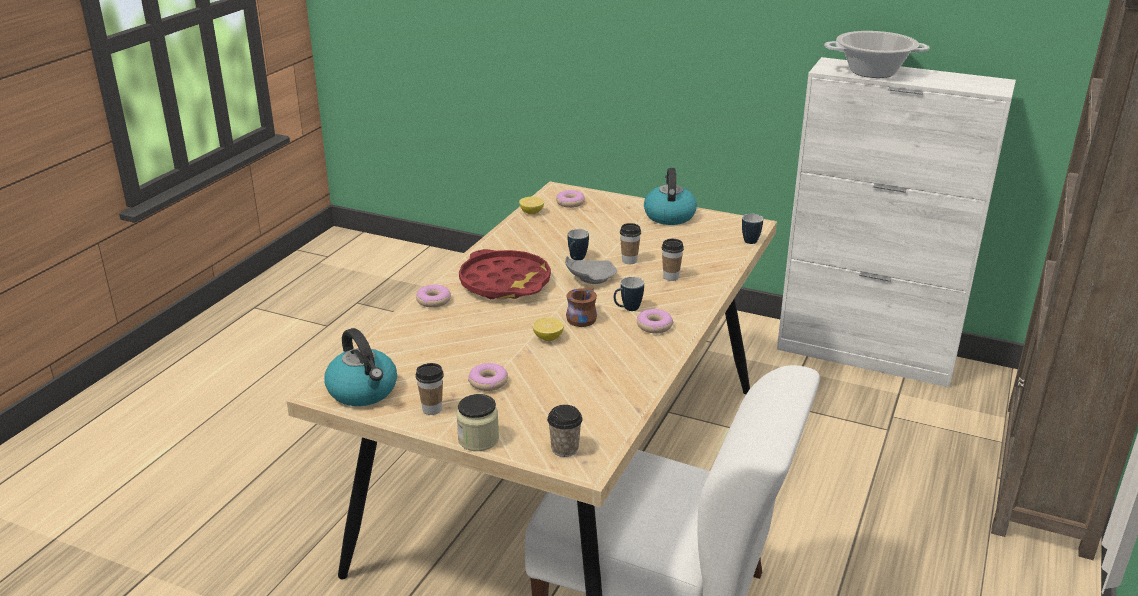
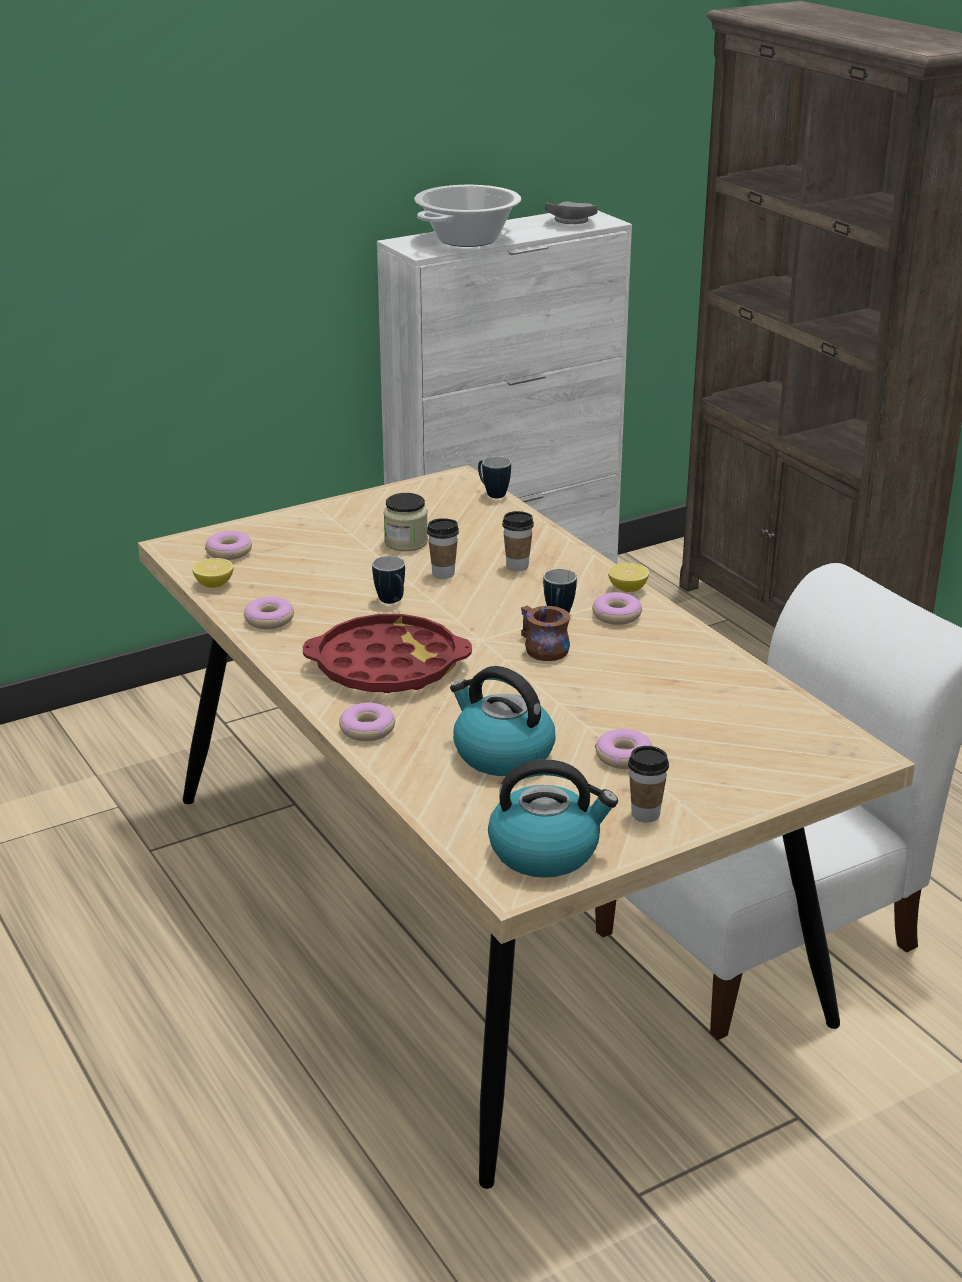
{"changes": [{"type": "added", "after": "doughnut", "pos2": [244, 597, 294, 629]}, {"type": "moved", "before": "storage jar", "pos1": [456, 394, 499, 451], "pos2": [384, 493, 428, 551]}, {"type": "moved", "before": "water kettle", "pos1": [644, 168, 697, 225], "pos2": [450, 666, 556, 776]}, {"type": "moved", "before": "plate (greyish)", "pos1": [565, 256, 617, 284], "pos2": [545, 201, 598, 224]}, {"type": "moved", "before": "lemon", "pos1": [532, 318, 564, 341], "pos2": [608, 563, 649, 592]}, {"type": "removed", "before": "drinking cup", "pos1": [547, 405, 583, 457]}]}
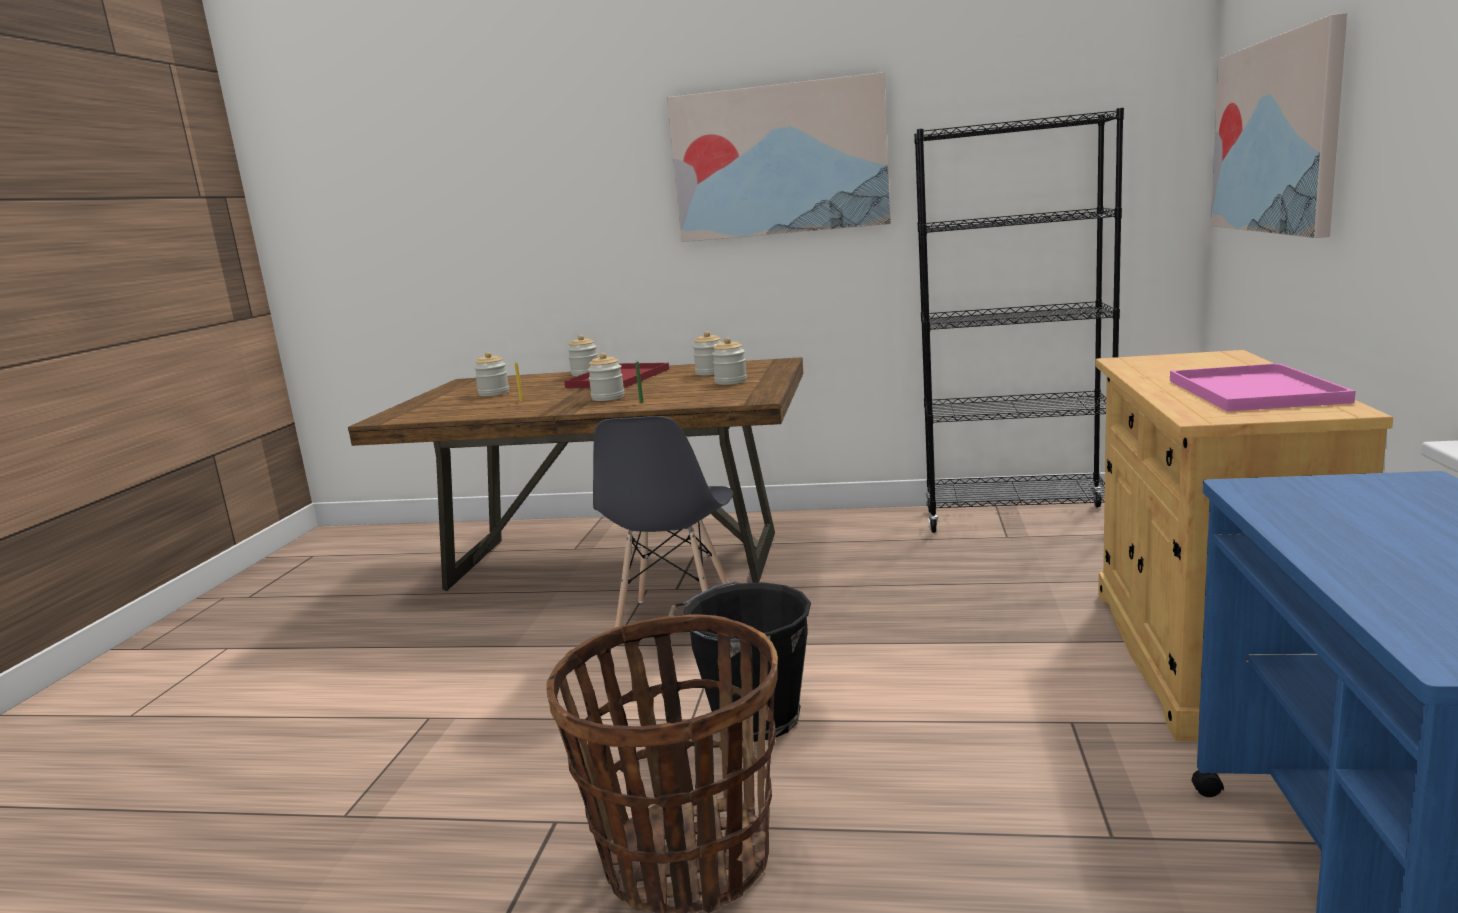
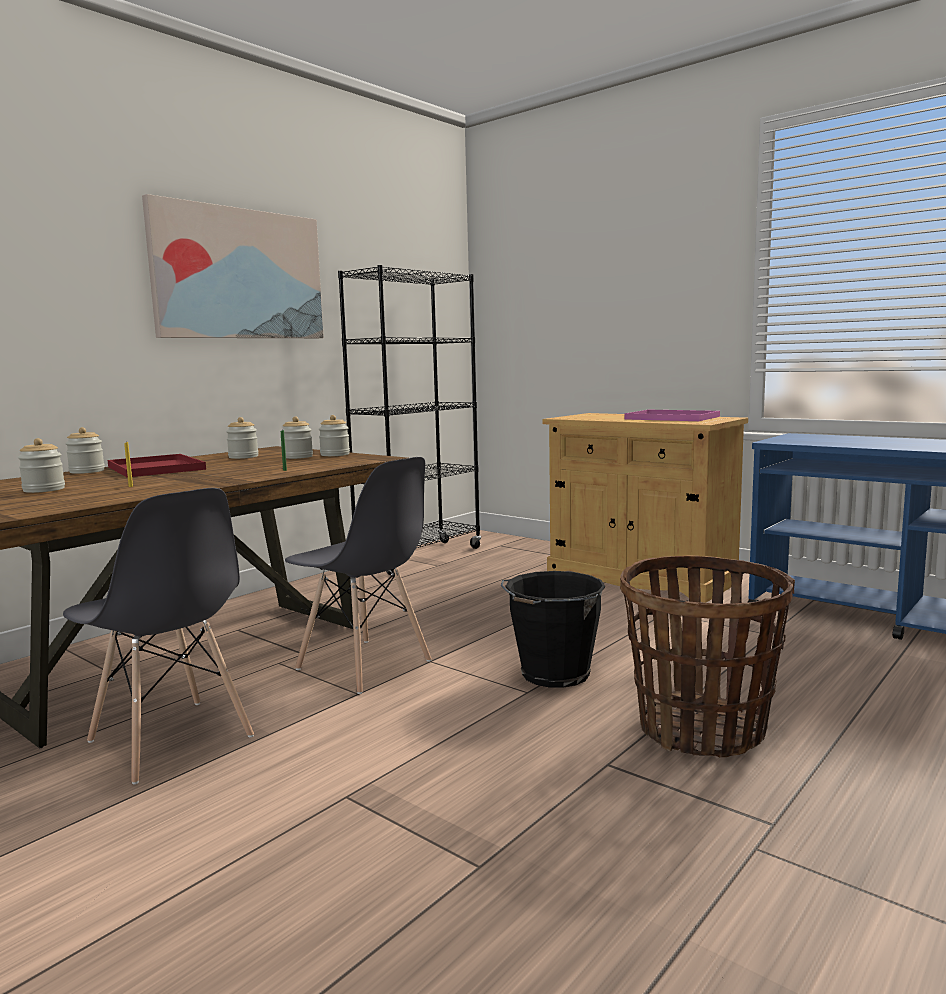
{"changes": [{"type": "added", "after": "plain chair (greyish)", "pos2": [63, 488, 254, 784]}, {"type": "moved", "before": "storage jar", "pos1": [588, 353, 625, 401], "pos2": [319, 415, 350, 456]}, {"type": "removed", "before": "wall art", "pos1": [1211, 13, 1347, 238]}]}
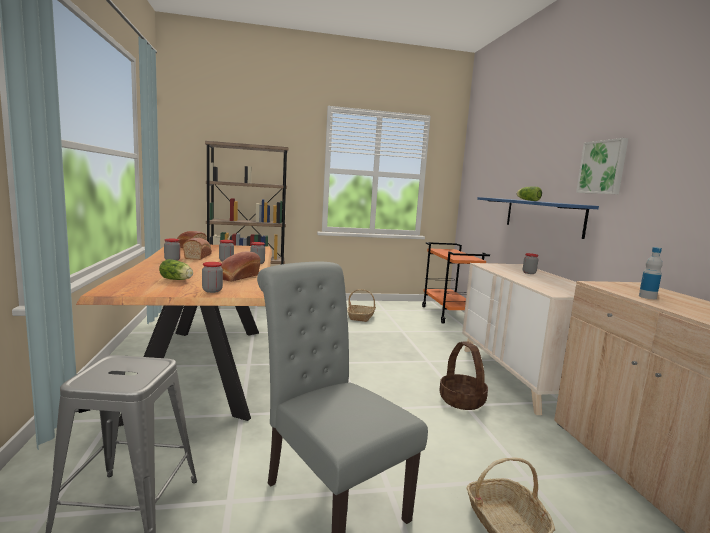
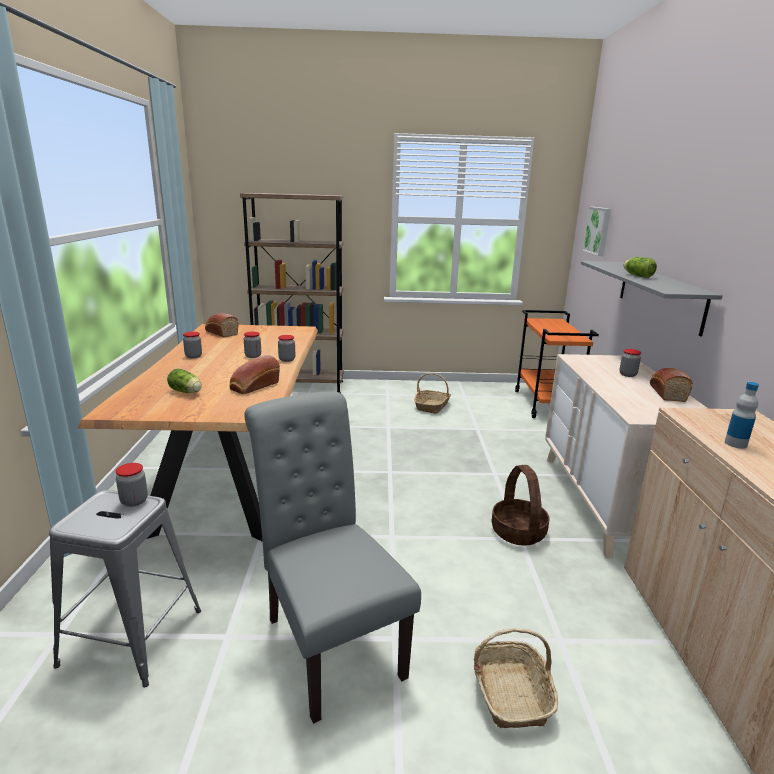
{"changes": [{"type": "moved", "before": "storage jar", "pos1": [202, 262, 223, 293], "pos2": [116, 463, 148, 507]}, {"type": "recoloured", "before": "wall shelf (bluish)", "after": "wall shelf (greyish)", "pos1": [477, 197, 599, 239], "pos2": [581, 261, 723, 336]}, {"type": "moved", "before": "wall art", "pos1": [576, 138, 628, 194], "pos2": [582, 207, 611, 256]}, {"type": "moved", "before": "baked bread", "pos1": [183, 238, 212, 260], "pos2": [650, 368, 693, 402]}]}
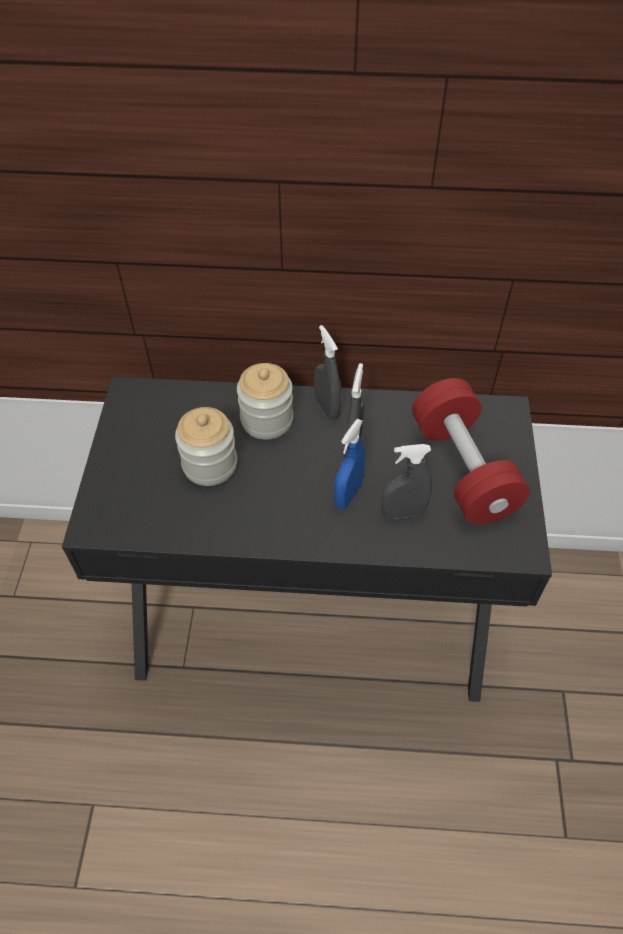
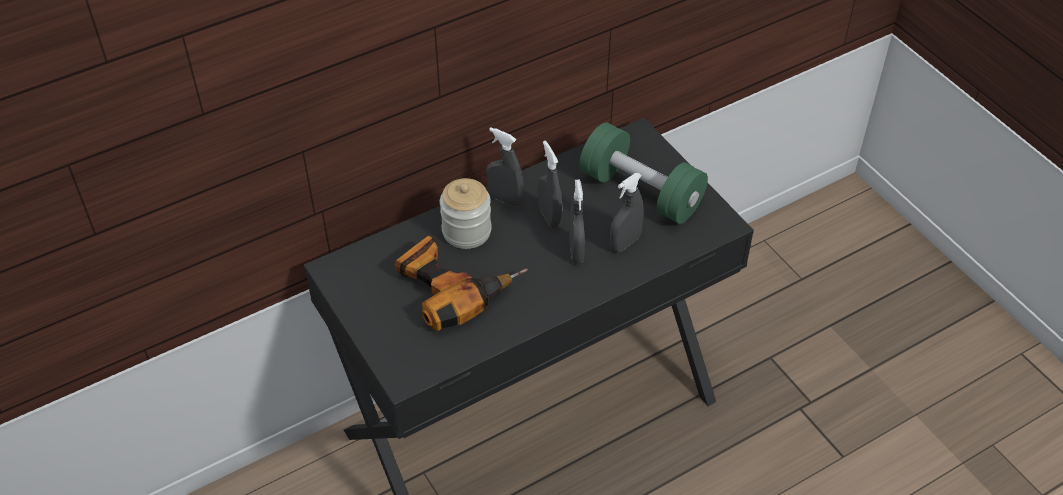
{"changes": [{"type": "replaced", "before": "storage jar", "after": "drill", "pos1": [175, 407, 237, 486], "pos2": [395, 236, 528, 331]}, {"type": "recoloured", "before": "sprayer (bluish)", "after": "sprayer (greyish)", "pos1": [334, 419, 365, 509], "pos2": [569, 179, 585, 264]}, {"type": "recoloured", "before": "dumbbell (red)", "after": "dumbbell (green-coloured)", "pos1": [412, 378, 530, 525], "pos2": [580, 122, 708, 224]}]}
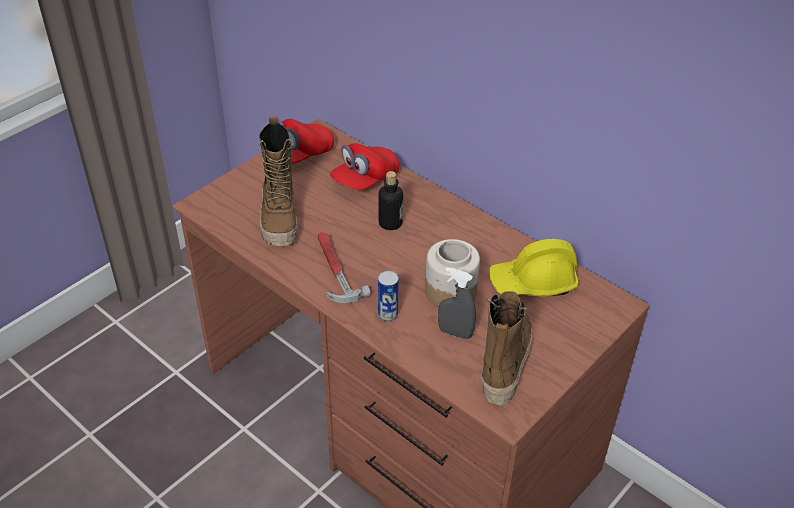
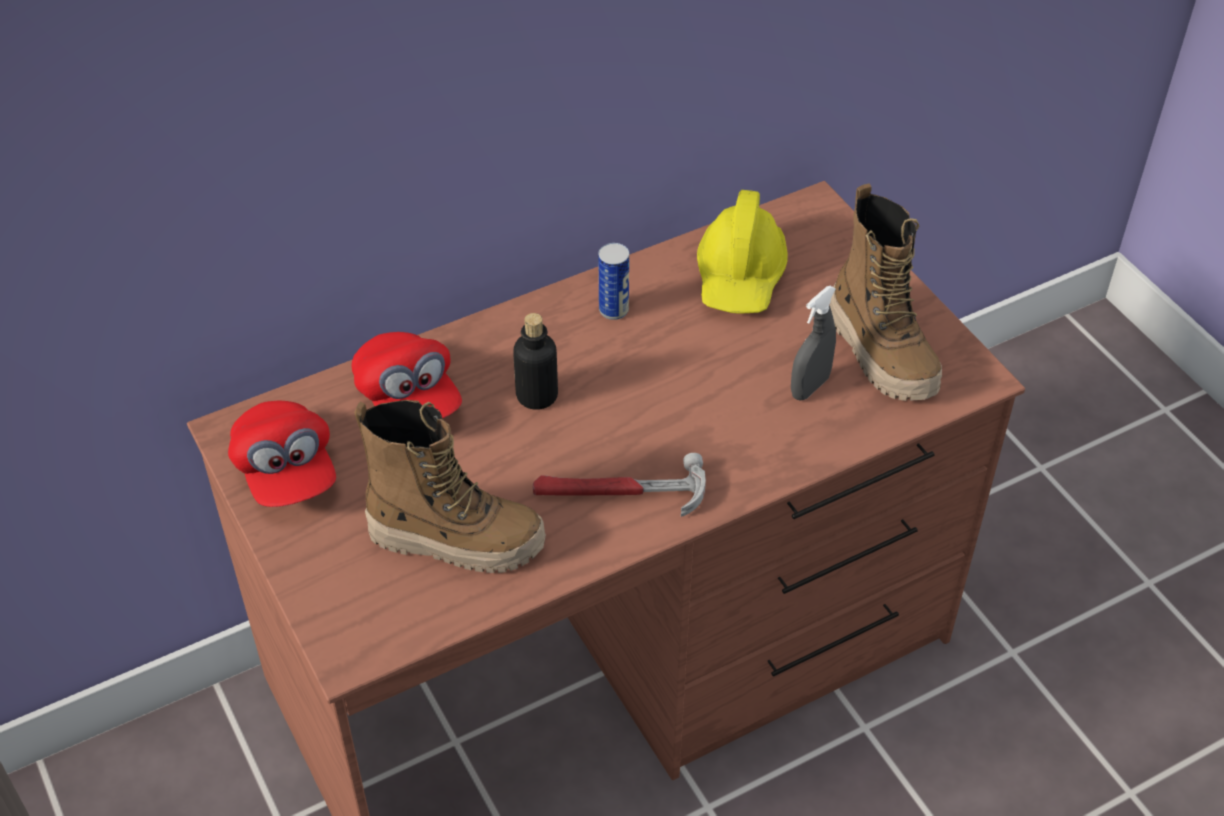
{"changes": [{"type": "moved", "before": "metal can", "pos1": [378, 271, 399, 321], "pos2": [598, 243, 629, 320]}, {"type": "turned", "before": "boot", "pos1": [481, 291, 532, 406], "pos2": [830, 183, 942, 401], "turn": -150}, {"type": "removed", "before": "storage jar", "pos1": [425, 239, 480, 307]}]}
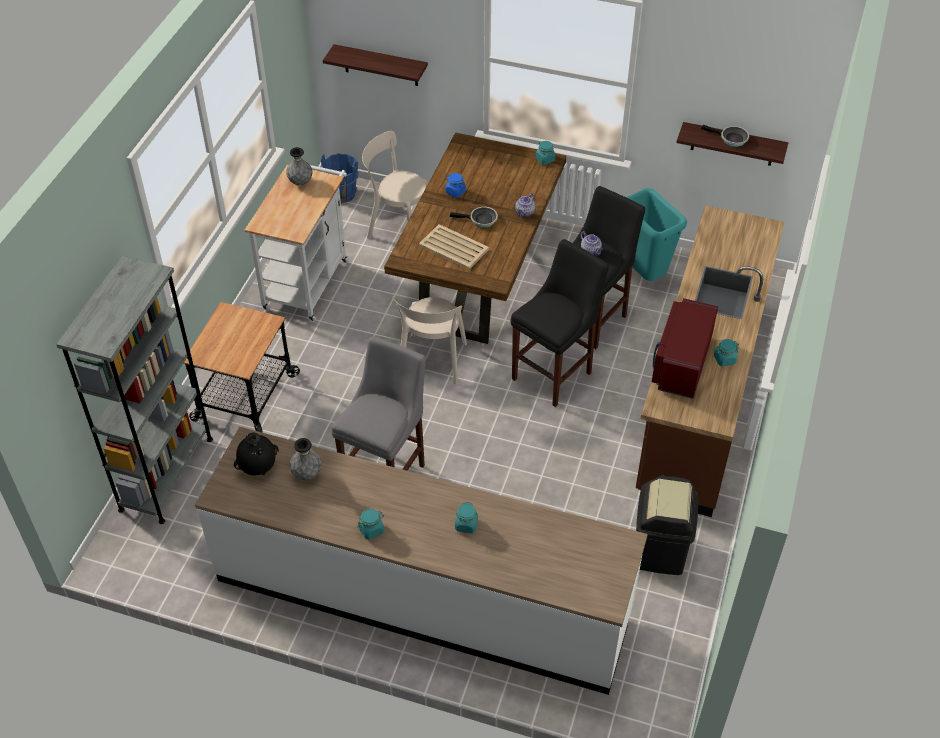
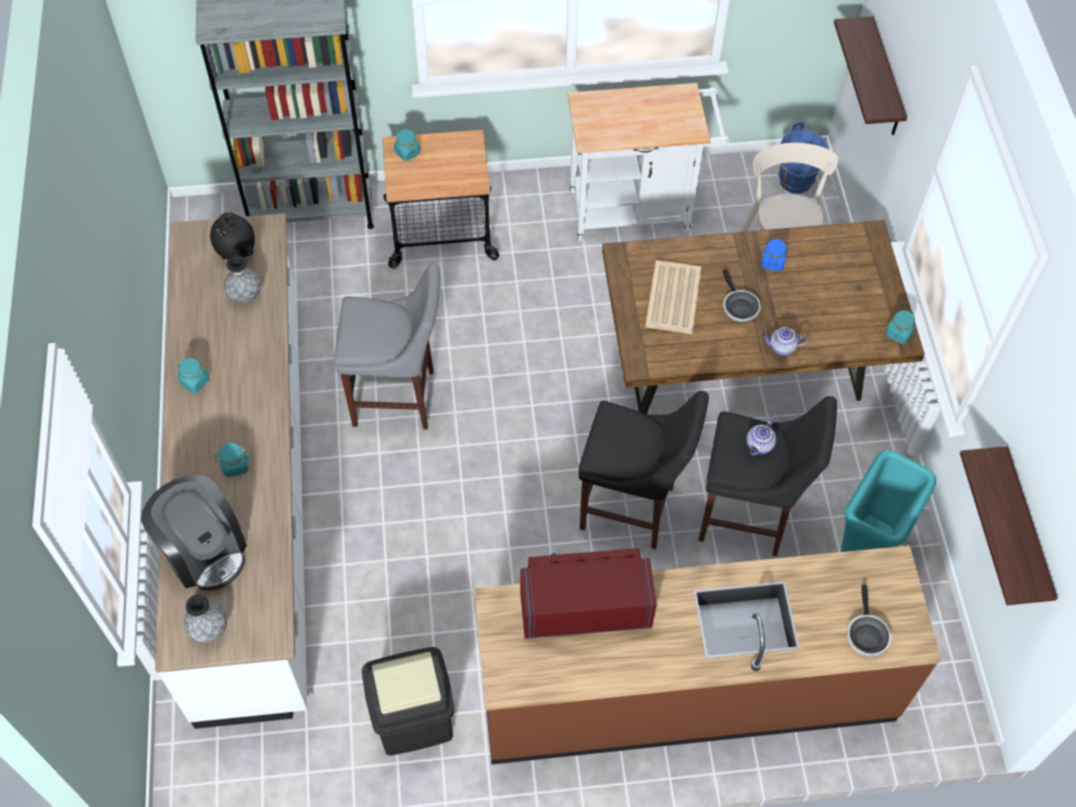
{"changes": [{"type": "added", "after": "coffee maker", "pos2": [141, 475, 247, 591]}, {"type": "moved", "before": "decorative vase (greyish)", "pos1": [286, 147, 312, 185], "pos2": [184, 595, 227, 643]}, {"type": "moved", "before": "storage jar (turquoise-coloured)", "pos1": [714, 339, 739, 367], "pos2": [394, 129, 420, 161]}, {"type": "moved", "before": "frying pan", "pos1": [701, 125, 749, 147], "pos2": [847, 585, 891, 657]}, {"type": "removed", "before": "plain chair (sand-coloured)", "pos1": [392, 297, 467, 385]}]}
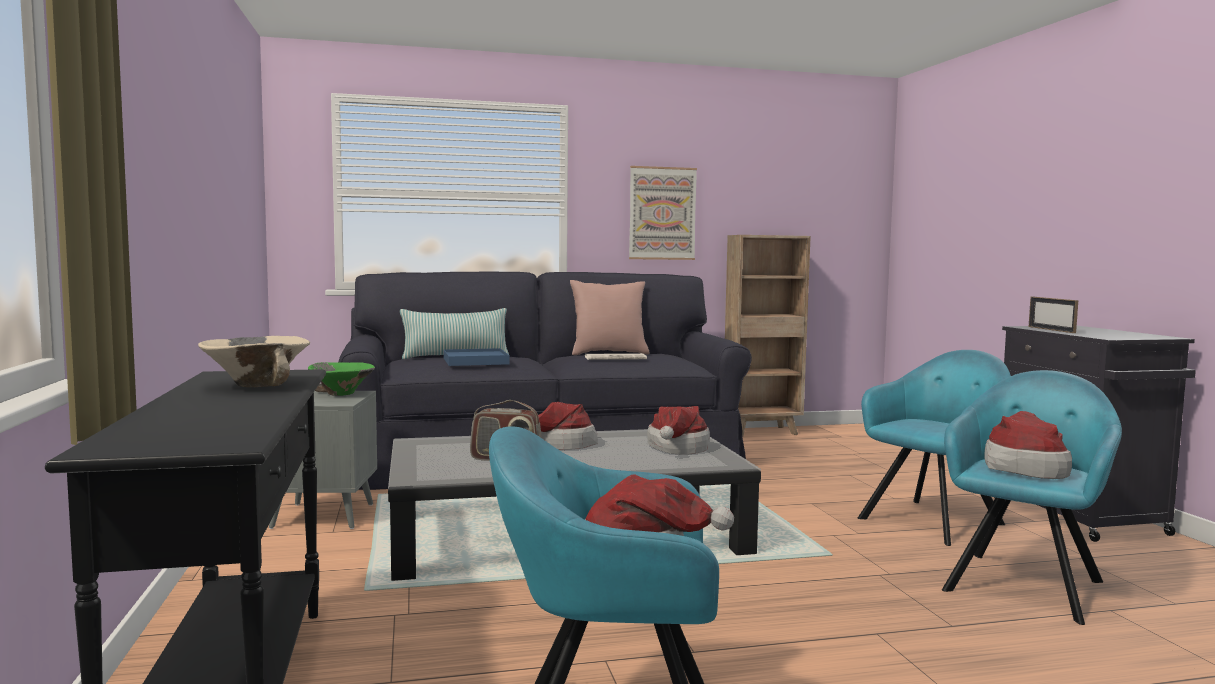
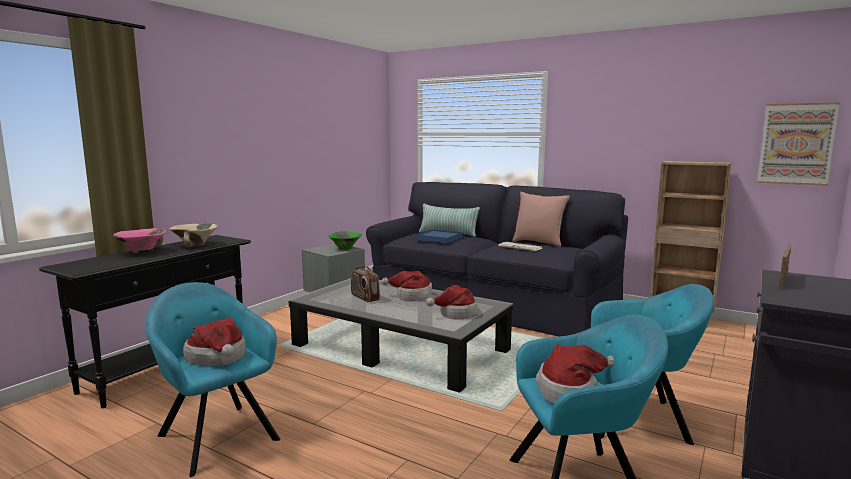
{"changes": [{"type": "added", "after": "bowl (pinkish)", "pos2": [113, 228, 166, 253]}, {"type": "moved", "before": "wall art", "pos1": [629, 166, 697, 260], "pos2": [757, 102, 840, 186]}]}
